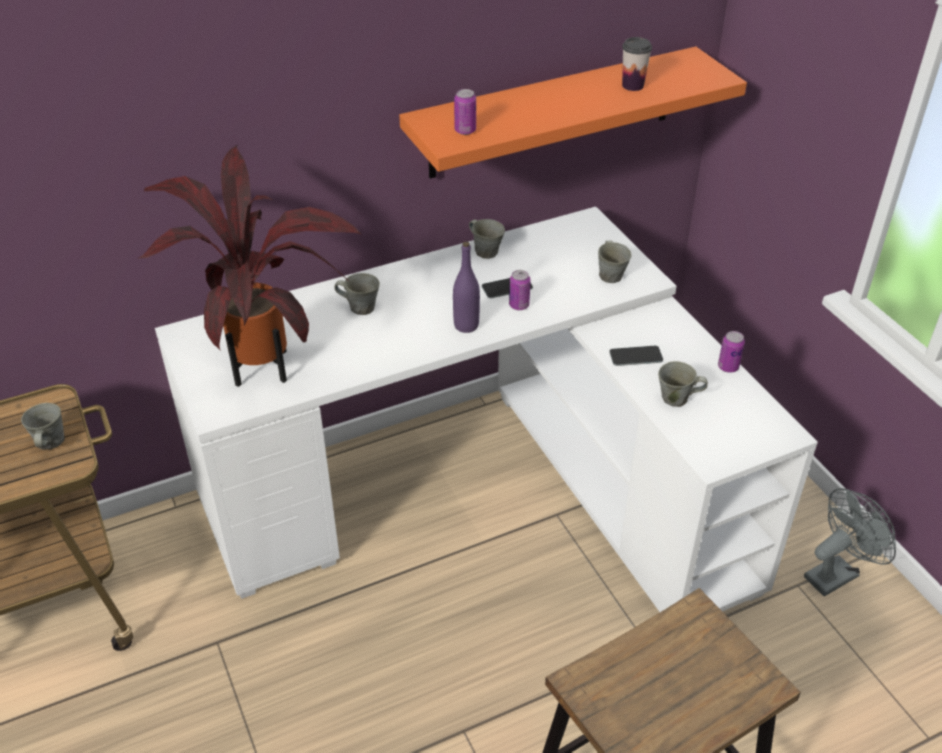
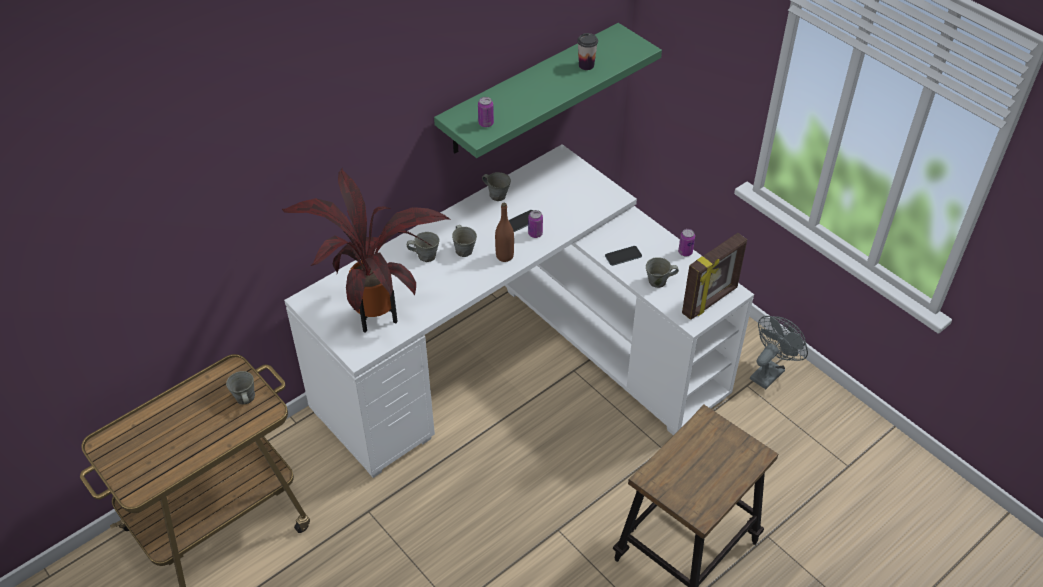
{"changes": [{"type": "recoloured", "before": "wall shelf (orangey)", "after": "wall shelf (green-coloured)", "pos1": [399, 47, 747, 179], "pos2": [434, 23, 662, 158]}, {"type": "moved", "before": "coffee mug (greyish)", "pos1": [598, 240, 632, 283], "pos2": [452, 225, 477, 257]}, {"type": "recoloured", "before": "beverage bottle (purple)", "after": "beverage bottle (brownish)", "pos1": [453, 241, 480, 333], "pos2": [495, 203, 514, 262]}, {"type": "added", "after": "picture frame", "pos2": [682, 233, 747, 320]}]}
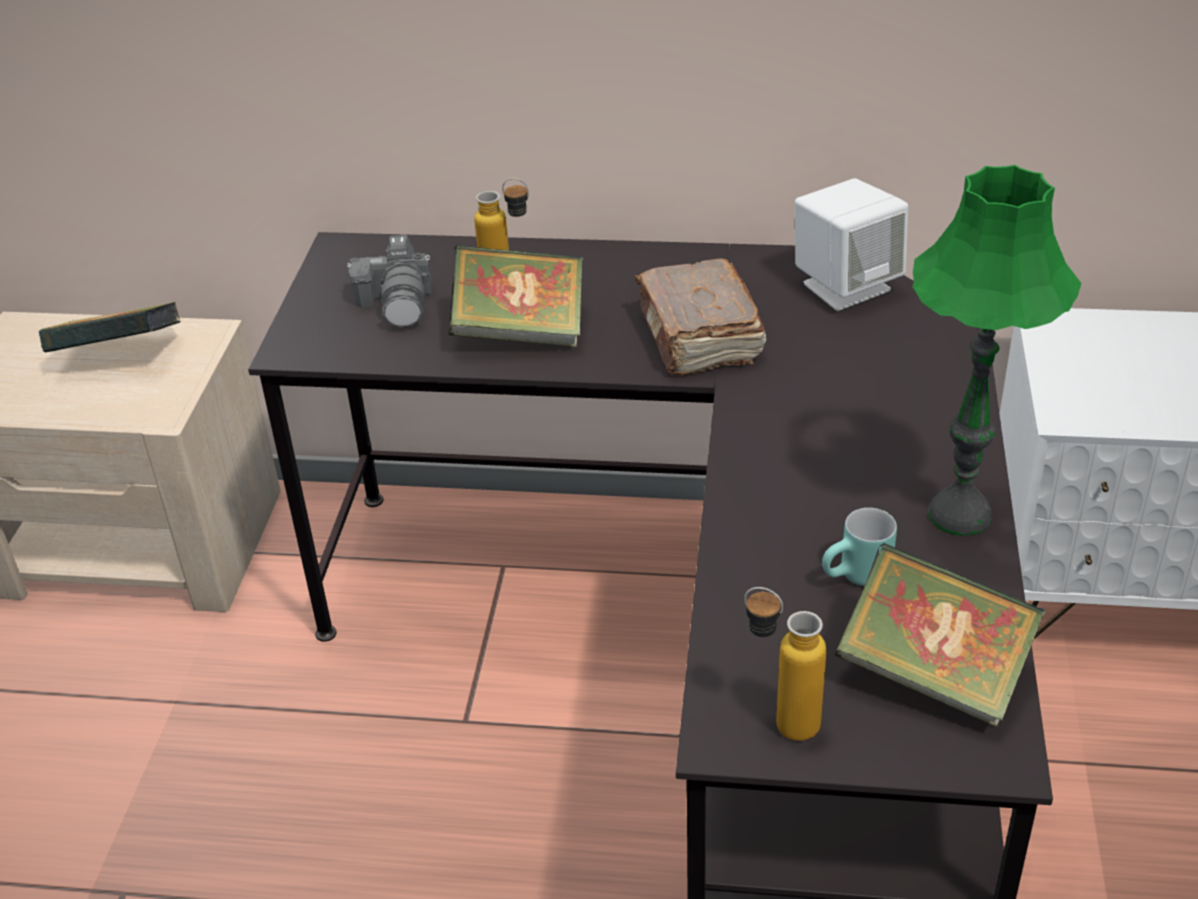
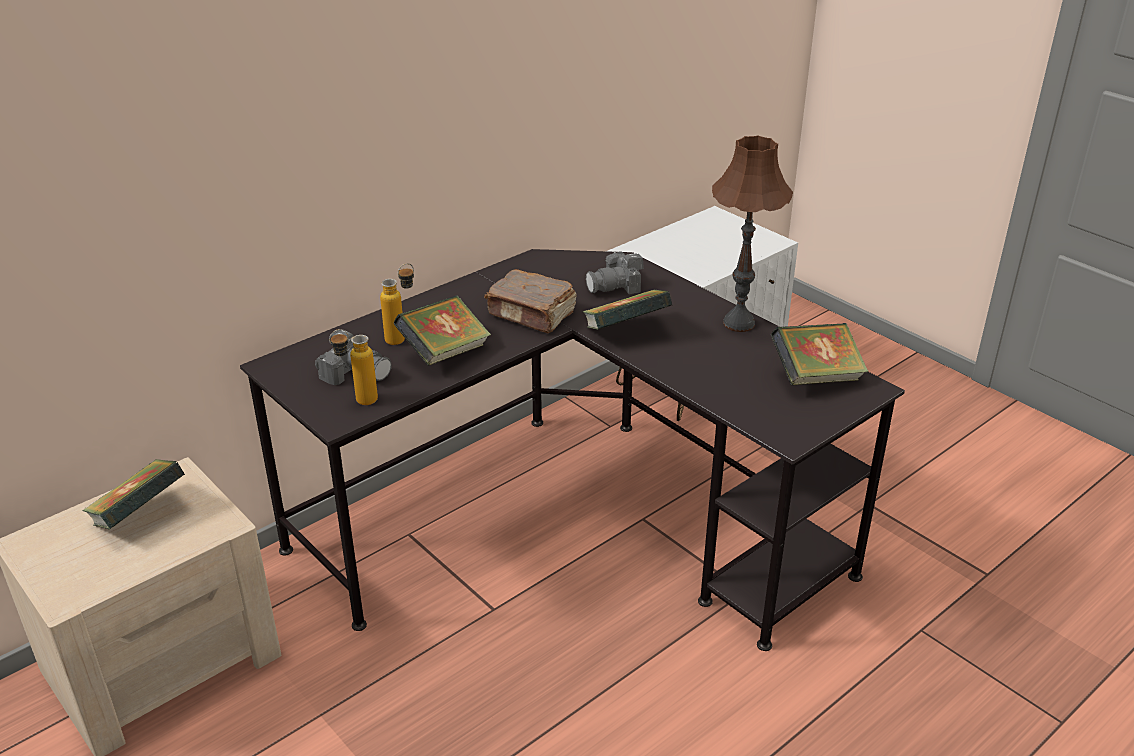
{"changes": [{"type": "moved", "before": "beverage bottle", "pos1": [744, 587, 827, 741], "pos2": [329, 329, 378, 405]}, {"type": "added", "after": "volume", "pos2": [582, 289, 672, 330]}, {"type": "added", "after": "still camera", "pos2": [586, 251, 644, 294]}, {"type": "recoloured", "before": "table lamp (green-coloured)", "after": "table lamp (brownish)", "pos1": [913, 165, 1081, 536], "pos2": [712, 135, 793, 332]}, {"type": "removed", "before": "loudspeaker (white)", "pos1": [795, 178, 908, 311]}, {"type": "removed", "before": "coffee mug (turquoise-coloured)", "pos1": [822, 508, 897, 586]}]}
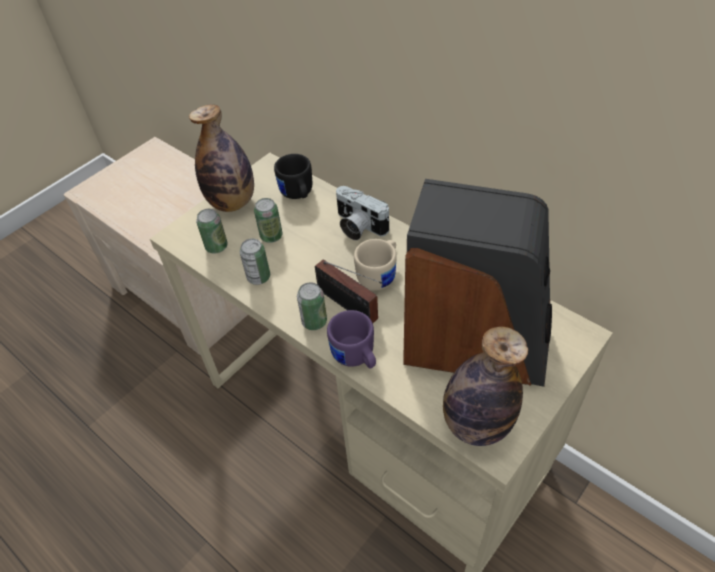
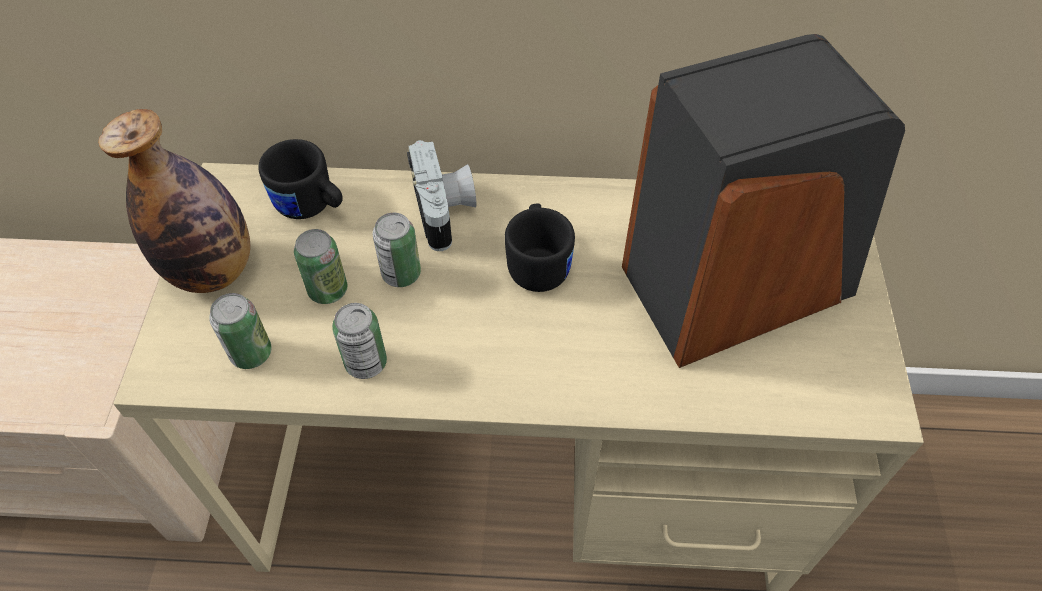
{"changes": [{"type": "moved", "before": "metal can", "pos1": [297, 282, 327, 330], "pos2": [373, 213, 421, 287]}, {"type": "turned", "before": "still camera", "pos1": [336, 186, 389, 240], "pos2": [407, 140, 477, 251], "turn": -105}, {"type": "recoloured", "before": "coffee mug (sand-coloured)", "after": "coffee mug (blackish)", "pos1": [354, 239, 397, 290], "pos2": [505, 204, 575, 292]}, {"type": "removed", "before": "radio set", "pos1": [315, 259, 382, 323]}, {"type": "removed", "before": "coffee mug (purple)", "pos1": [327, 310, 376, 368]}, {"type": "removed", "before": "beverage bottle", "pos1": [443, 326, 528, 446]}]}
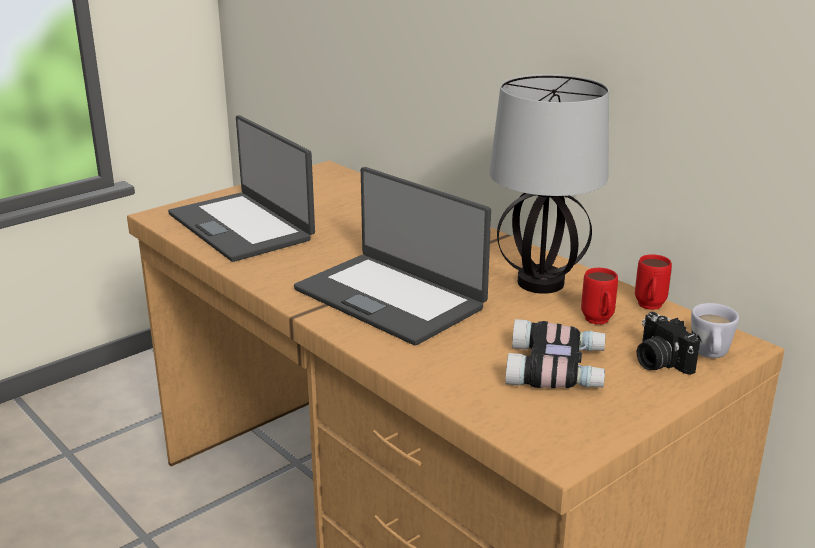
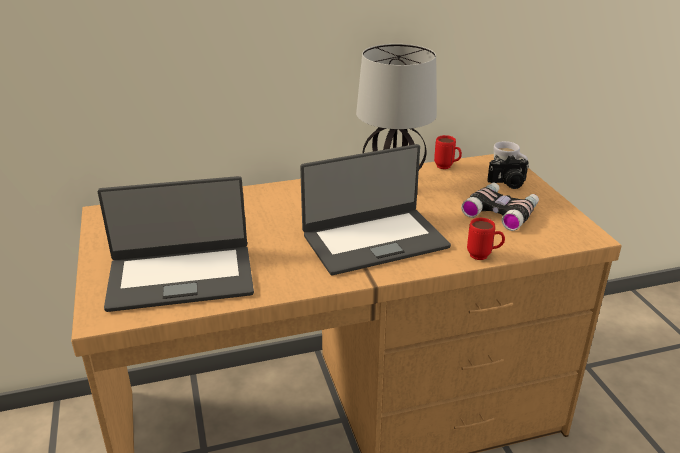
{"changes": [{"type": "moved", "before": "coffee mug (red)", "pos1": [581, 268, 618, 324], "pos2": [467, 218, 505, 260]}]}
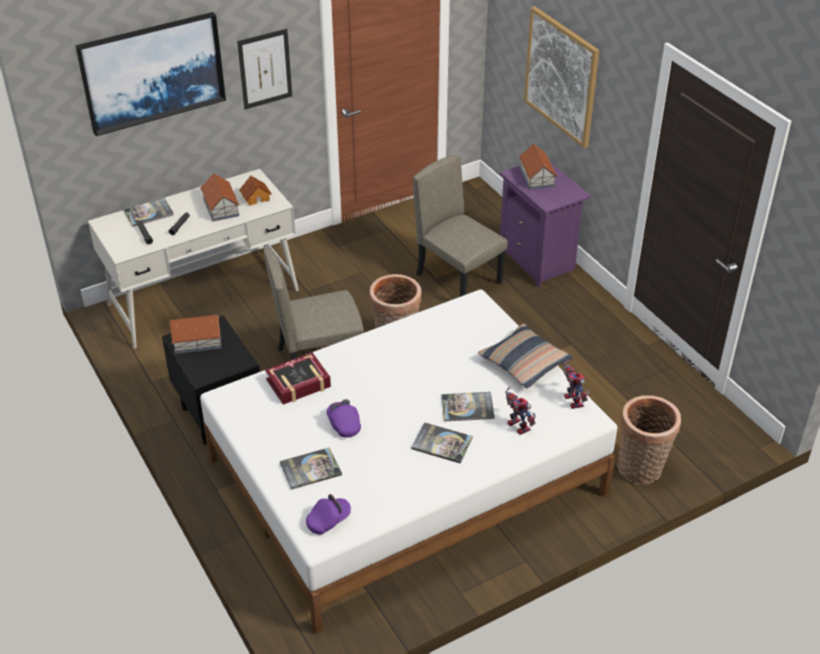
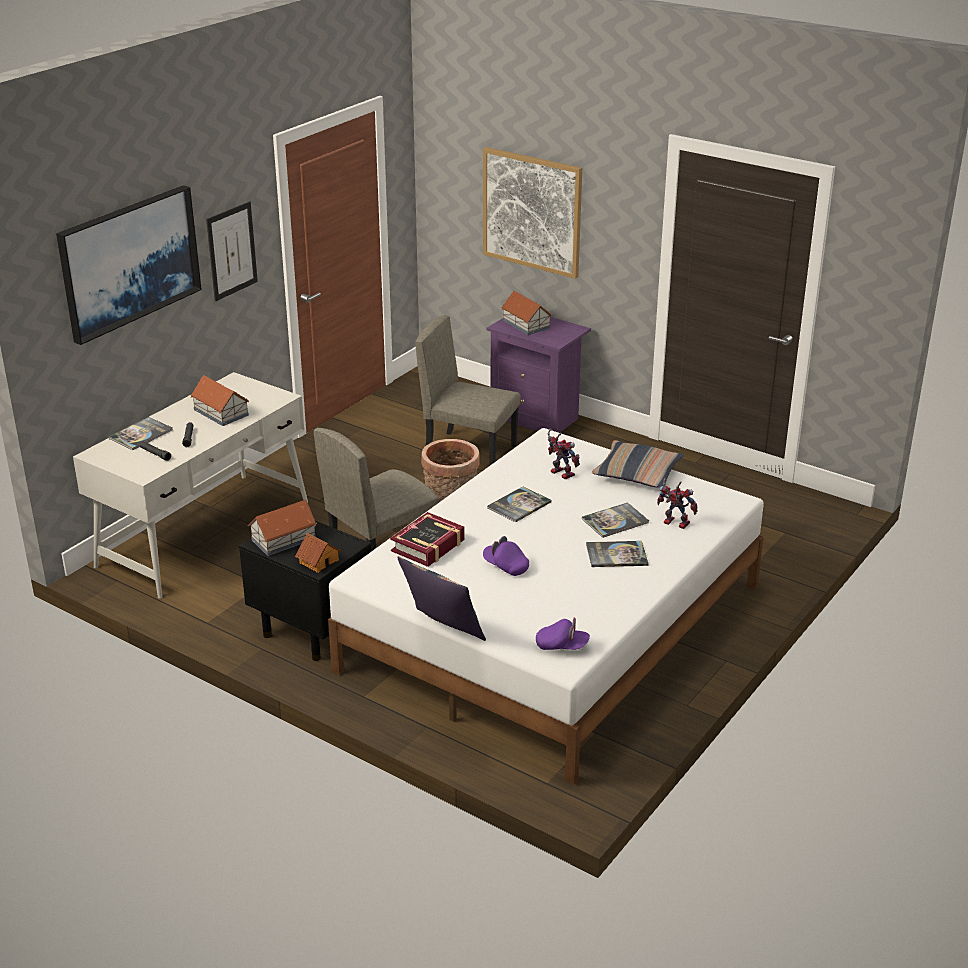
{"changes": [{"type": "moved", "before": "toy house", "pos1": [239, 175, 272, 206], "pos2": [295, 533, 341, 573]}, {"type": "added", "after": "pillow", "pos2": [397, 556, 486, 641]}, {"type": "moved", "before": "volume", "pos1": [280, 447, 342, 490], "pos2": [487, 486, 551, 522]}, {"type": "turned", "before": "cap (purple)", "pos1": [306, 494, 351, 534], "pos2": [536, 618, 590, 650], "turn": 75}, {"type": "moved", "before": "robot figure", "pos1": [563, 360, 589, 409], "pos2": [548, 429, 580, 479]}, {"type": "removed", "before": "household basket", "pos1": [617, 395, 681, 484]}]}
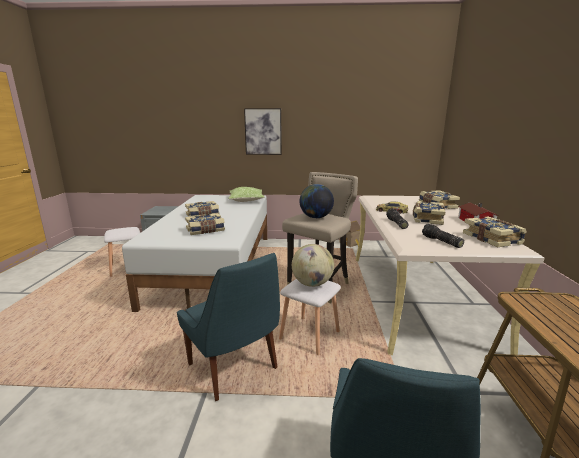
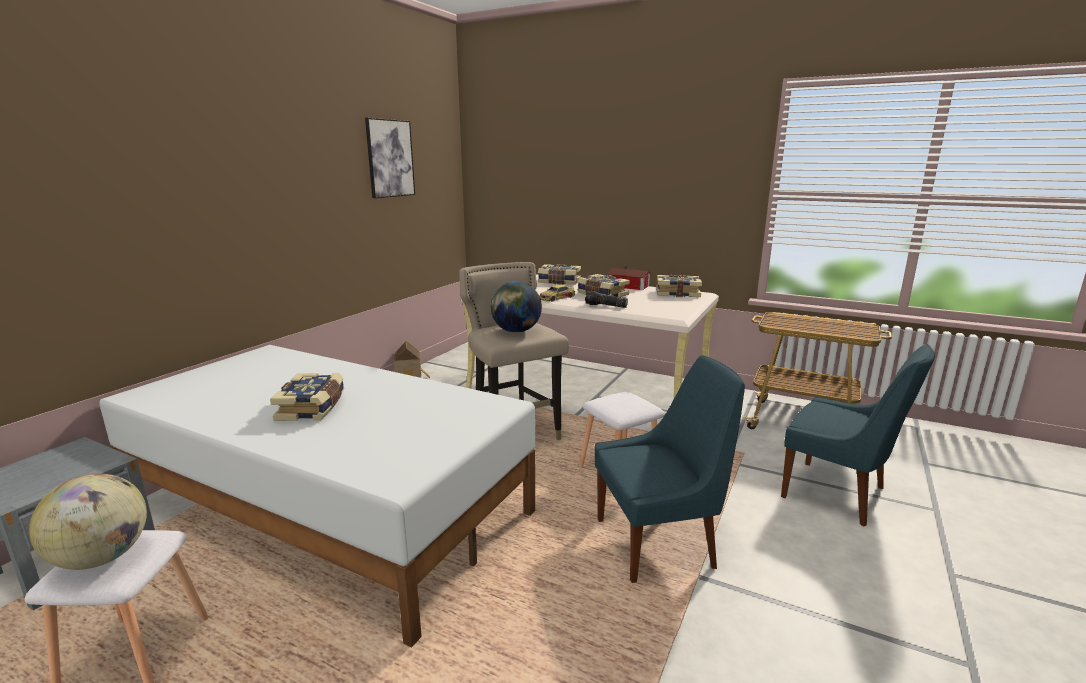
{"changes": [{"type": "moved", "before": "world globe", "pos1": [292, 244, 334, 287], "pos2": [29, 474, 147, 570]}, {"type": "moved", "before": "wall art", "pos1": [244, 108, 282, 155], "pos2": [365, 118, 415, 198]}, {"type": "removed", "before": "volume", "pos1": [185, 213, 225, 235]}, {"type": "removed", "before": "pillow", "pos1": [228, 187, 265, 202]}, {"type": "removed", "before": "flashlight", "pos1": [422, 224, 464, 248]}]}
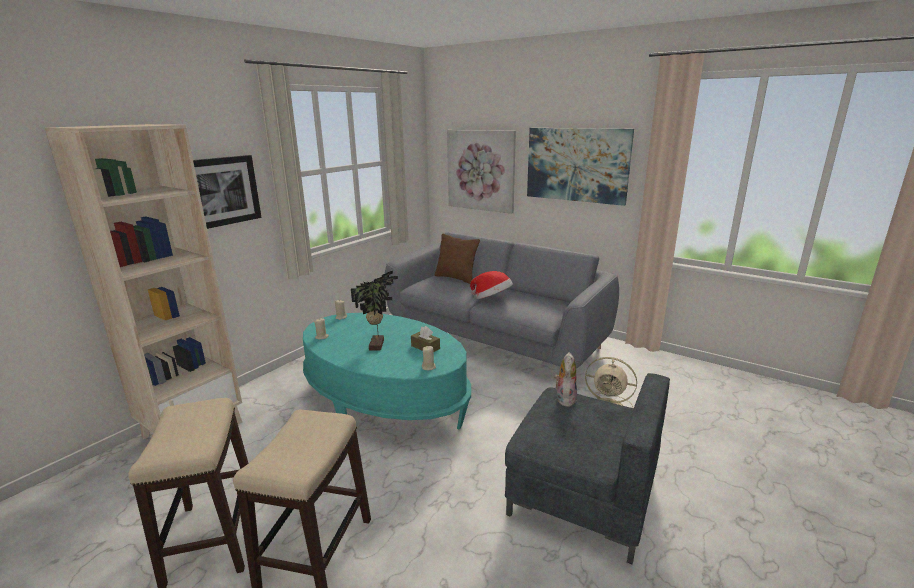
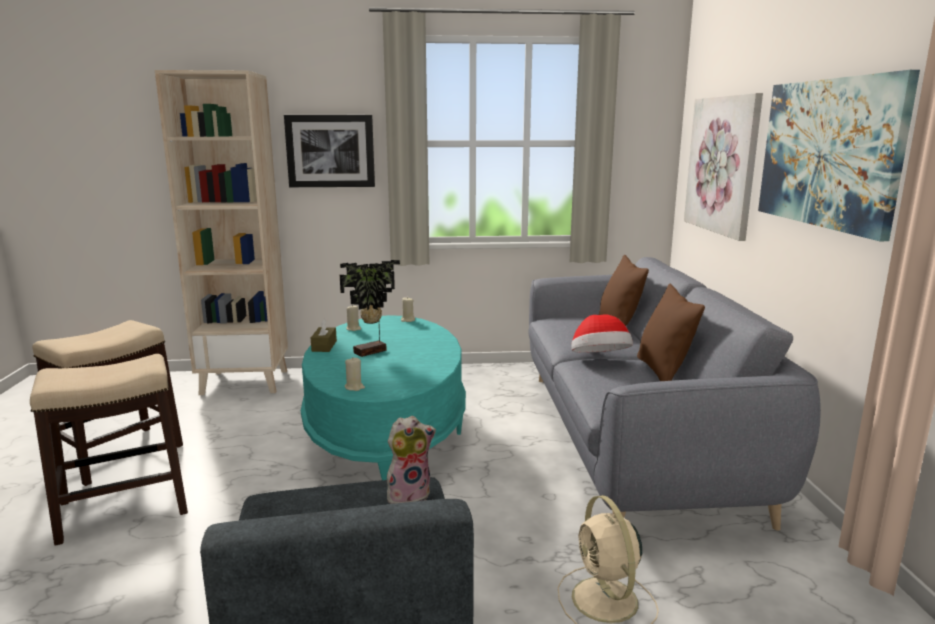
{"changes": [{"type": "moved", "before": "box of tissues (brownish)", "pos1": [411, 326, 440, 352], "pos2": [311, 319, 337, 352]}, {"type": "added", "after": "pillow (brownish)", "pos2": [637, 284, 705, 381]}]}
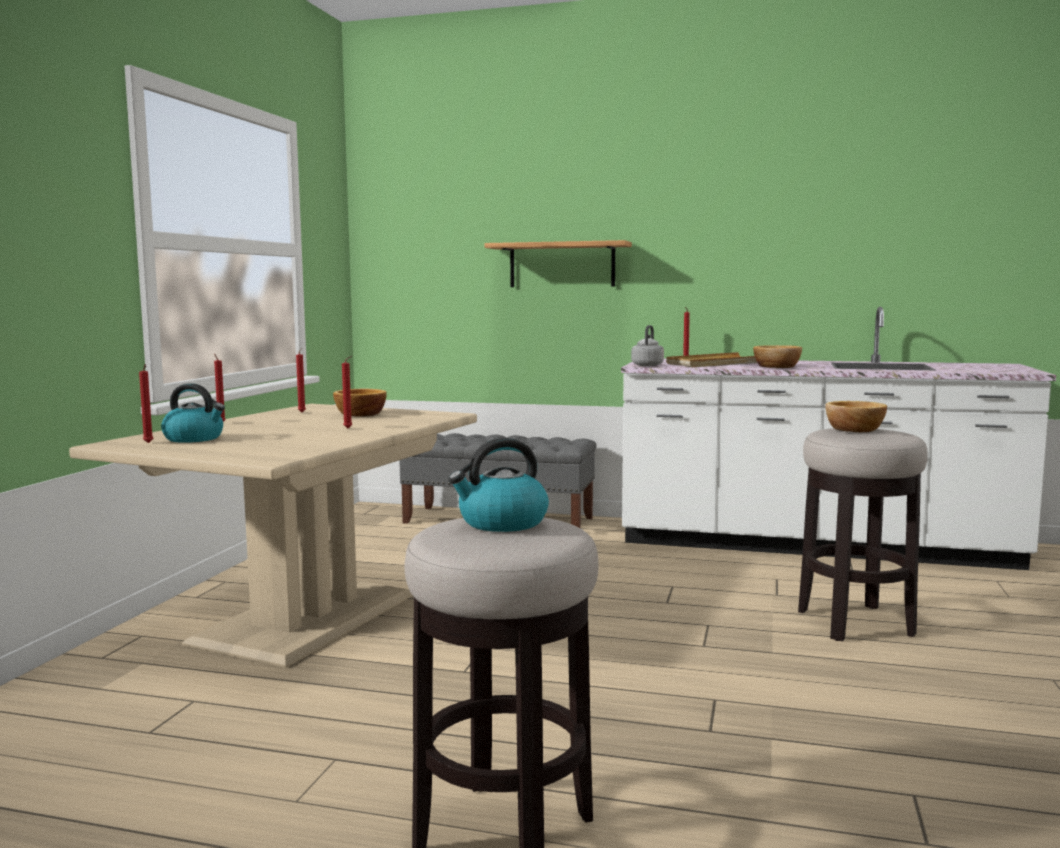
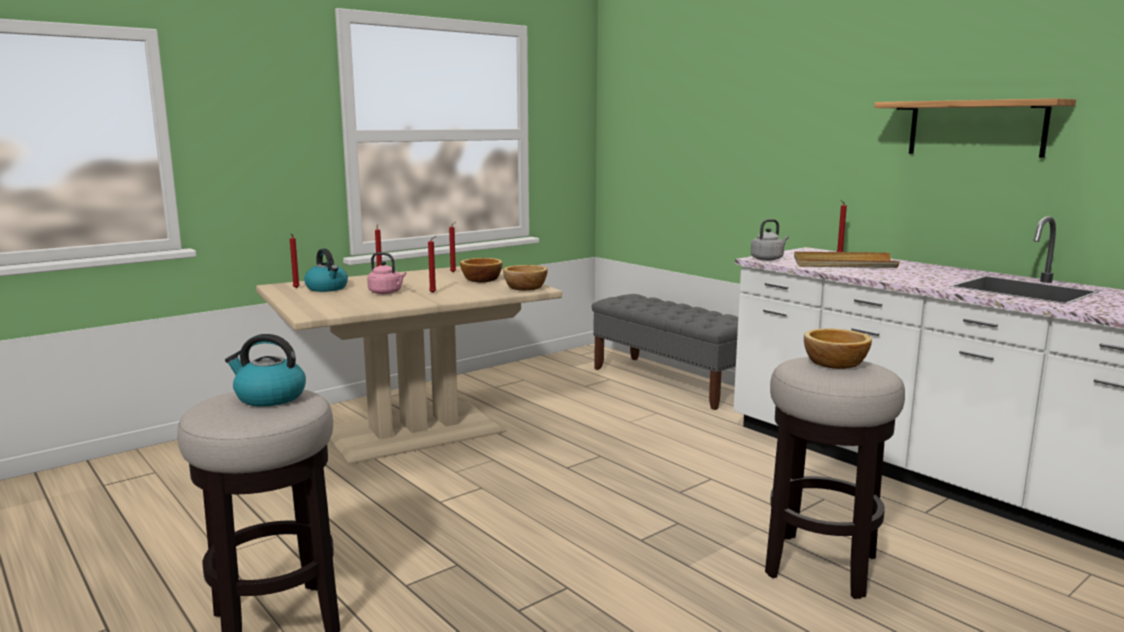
{"changes": [{"type": "added", "after": "water kettle (pinkish)", "pos2": [367, 252, 406, 294]}, {"type": "moved", "before": "bowl", "pos1": [753, 345, 802, 368], "pos2": [503, 265, 548, 290]}, {"type": "moved", "before": "wall shelf", "pos1": [484, 240, 632, 287], "pos2": [874, 98, 1076, 158]}]}
